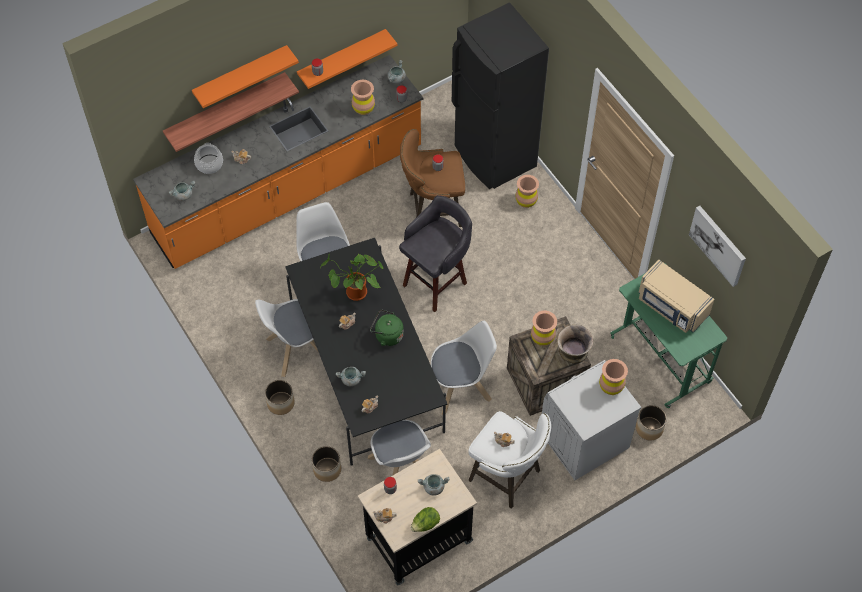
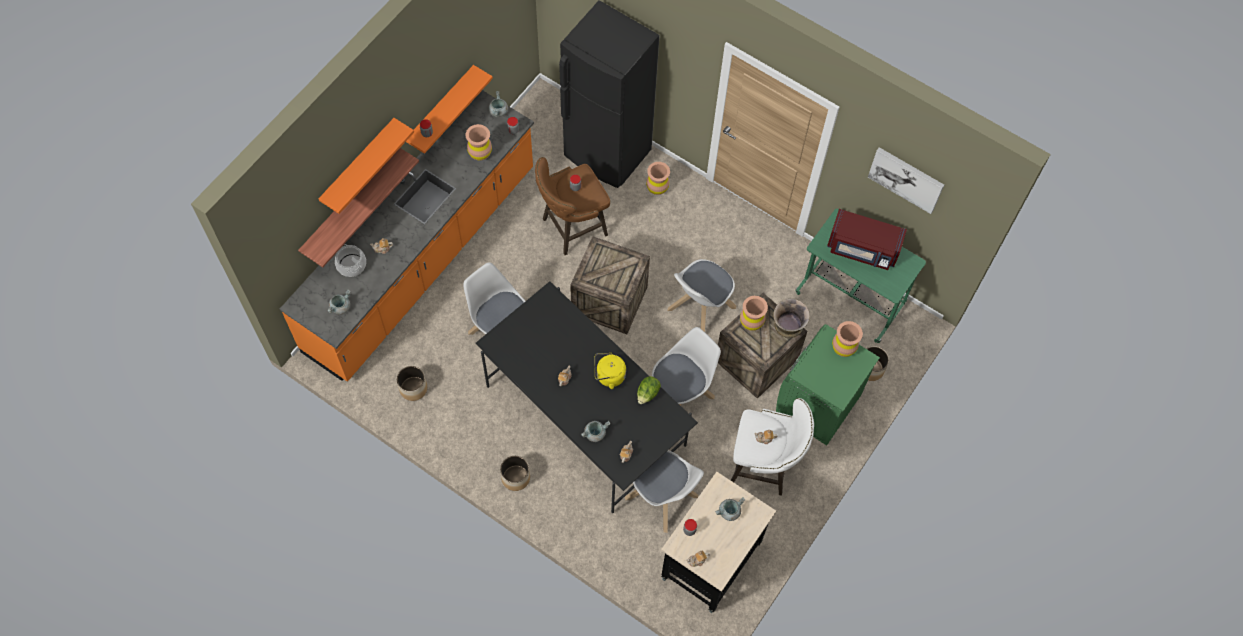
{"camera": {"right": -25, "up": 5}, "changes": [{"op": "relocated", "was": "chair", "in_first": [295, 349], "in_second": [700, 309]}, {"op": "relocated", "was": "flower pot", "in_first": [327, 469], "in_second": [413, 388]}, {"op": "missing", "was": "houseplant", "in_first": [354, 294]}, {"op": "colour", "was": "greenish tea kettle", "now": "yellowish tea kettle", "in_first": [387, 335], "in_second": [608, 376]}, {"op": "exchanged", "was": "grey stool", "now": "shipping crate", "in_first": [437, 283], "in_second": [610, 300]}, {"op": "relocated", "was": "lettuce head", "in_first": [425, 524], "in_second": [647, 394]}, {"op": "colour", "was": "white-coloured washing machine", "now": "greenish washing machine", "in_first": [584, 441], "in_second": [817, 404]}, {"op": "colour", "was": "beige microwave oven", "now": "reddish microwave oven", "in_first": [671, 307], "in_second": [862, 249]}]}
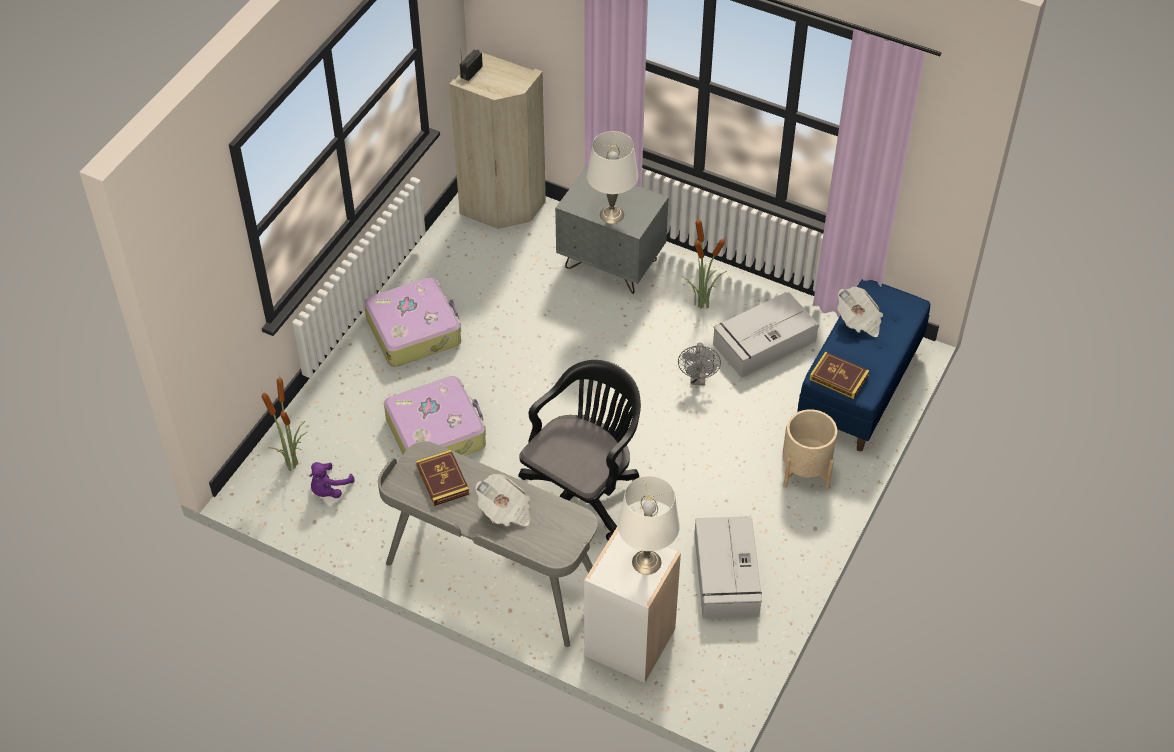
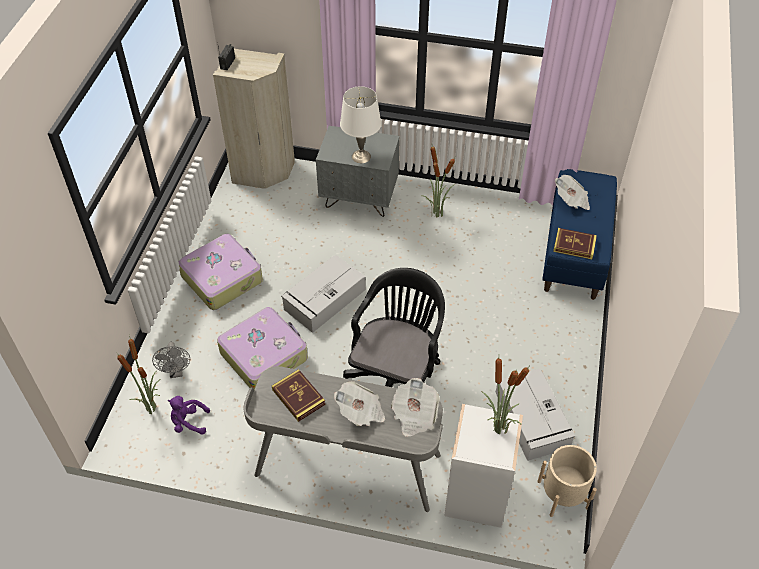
{"camera": {"right": -15, "up": 0}, "changes": [{"op": "spun", "was": "purplish soft toy", "in_first": [329, 489], "in_second": [188, 422], "clockwise": 75}, {"op": "exchanged", "was": "white-coloured table lamp", "now": "houseplant", "in_first": [647, 562], "in_second": [498, 430]}, {"op": "relocated", "was": "grey electric fan", "in_first": [698, 379], "in_second": [176, 372]}, {"op": "relocated", "was": "grey storage box", "in_first": [763, 343], "in_second": [324, 300]}, {"op": "relocated", "was": "beige flower pot", "in_first": [805, 470], "in_second": [563, 494]}, {"op": "appeared", "now": "printed paper", "in_second": [414, 415]}]}
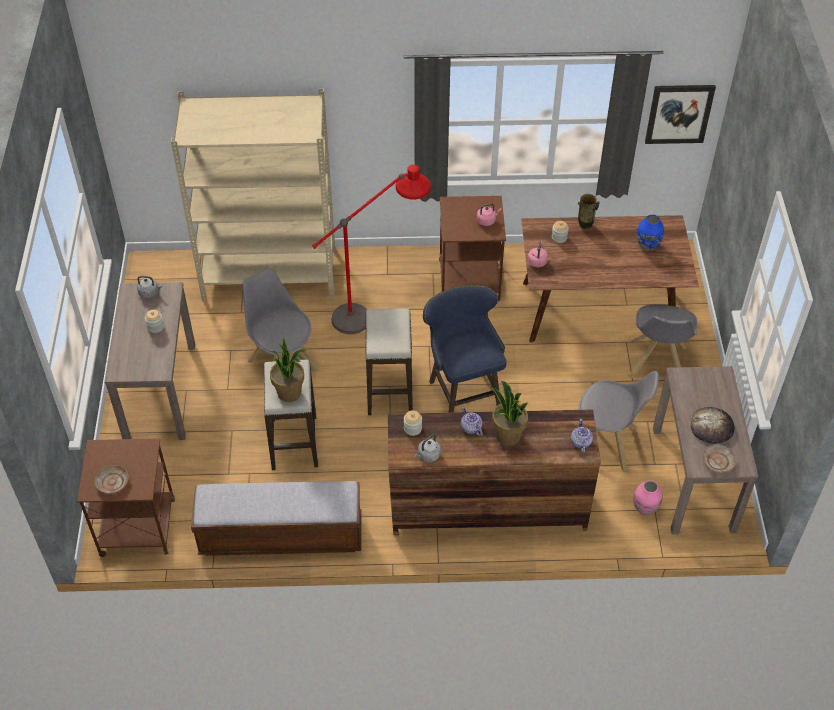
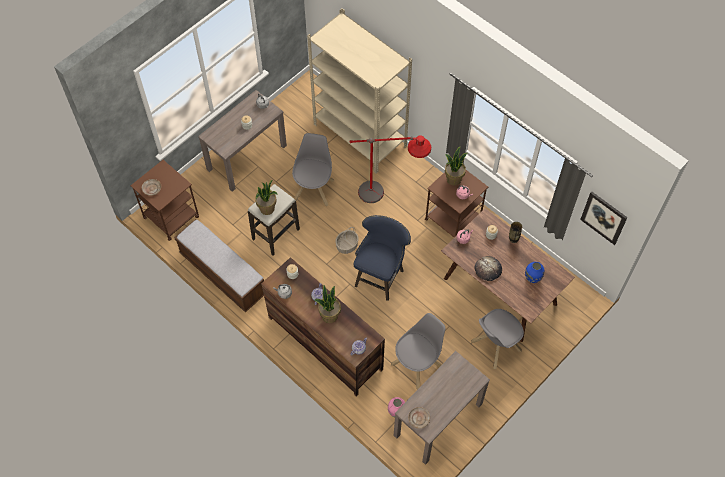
{"camera": {"right": 45, "up": 10}, "changes": [{"op": "exchanged", "was": "stool", "now": "storage basket", "in_first": [389, 390], "in_second": [347, 245]}, {"op": "spun", "was": "grey chair", "in_first": [607, 444], "in_second": [417, 364], "clockwise": -105}, {"op": "relocated", "was": "baked bread", "in_first": [712, 427], "in_second": [488, 269]}, {"op": "appeared", "now": "houseplant", "in_second": [453, 179]}]}
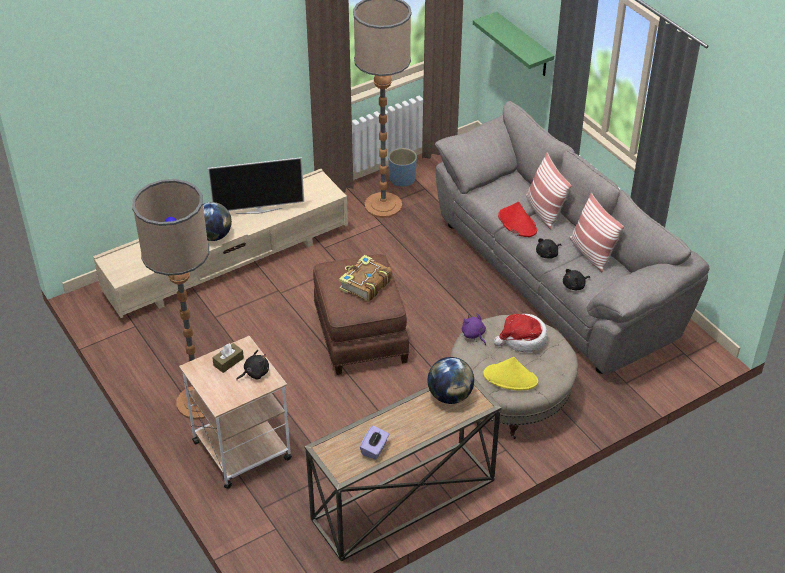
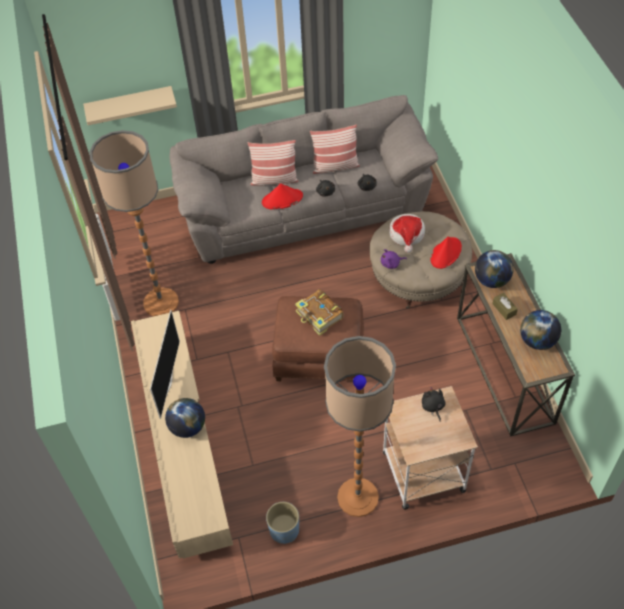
{"camera": {"right": -70, "up": 10}, "changes": [{"op": "relocated", "was": "brown-coloured tissue box", "in_first": [228, 362], "in_second": [504, 309]}, {"op": "exchanged", "was": "purplish tissue box", "now": "desk globe", "in_first": [374, 449], "in_second": [537, 341]}, {"op": "relocated", "was": "blue-coloured flower pot", "in_first": [402, 179], "in_second": [284, 530]}, {"op": "colour", "was": "greenish wall shelf", "now": "beige wall shelf", "in_first": [524, 45], "in_second": [130, 105]}, {"op": "colour", "was": "yellowish hat", "now": "reddish hat", "in_first": [510, 378], "in_second": [446, 253]}]}
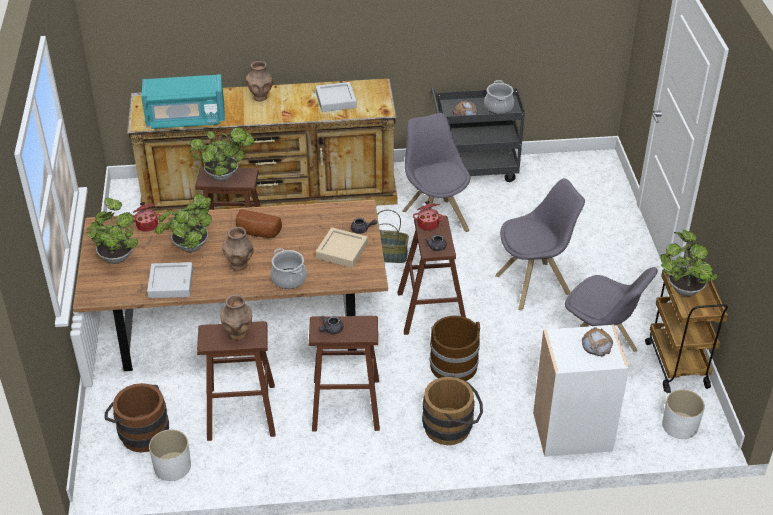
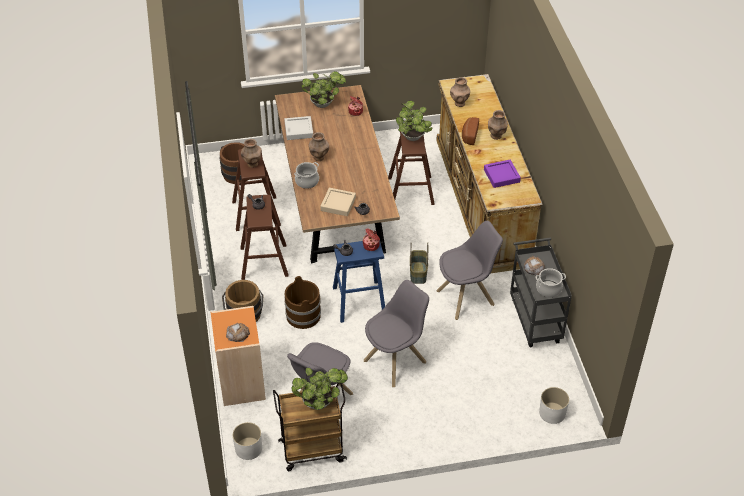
{"camera": {"right": 85, "up": 5}, "changes": [{"op": "exchanged", "was": "turquoise-coloured microwave oven", "now": "brown-coloured flower vase", "in_first": [185, 119], "in_second": [459, 103]}, {"op": "relocated", "was": "white-coloured flower pot", "in_first": [172, 466], "in_second": [552, 413]}, {"op": "missing", "was": "houseplant", "in_first": [189, 248]}, {"op": "relocated", "was": "baked bread", "in_first": [257, 233], "in_second": [469, 135]}, {"op": "colour", "was": "grey carrying tray", "now": "purplish carrying tray", "in_first": [336, 100], "in_second": [501, 176]}, {"op": "colour", "was": "brown-coloured stool", "now": "blue-coloured stool", "in_first": [432, 311], "in_second": [359, 301]}, {"op": "spun", "was": "grey chair", "in_first": [533, 285], "in_second": [395, 361], "clockwise": -105}, {"op": "colour", "was": "white-coloured bookshelf", "now": "orange-coloured bookshelf", "in_first": [571, 432], "in_second": [241, 382]}]}
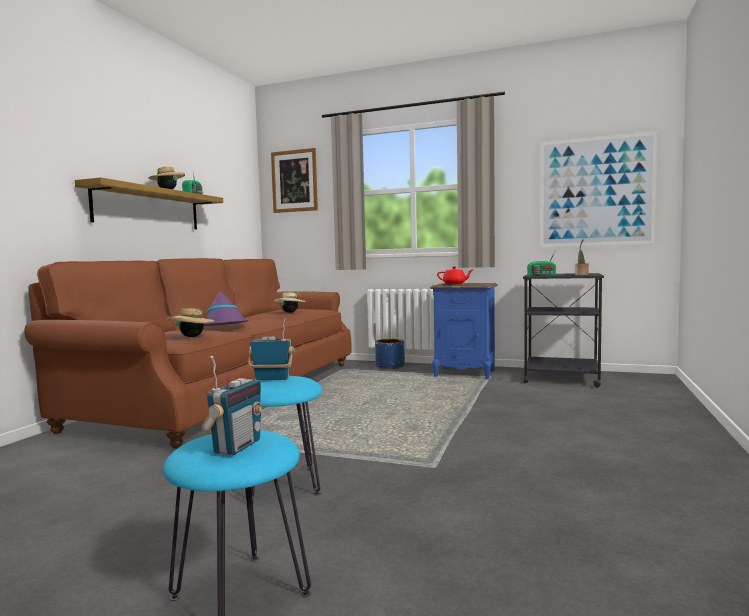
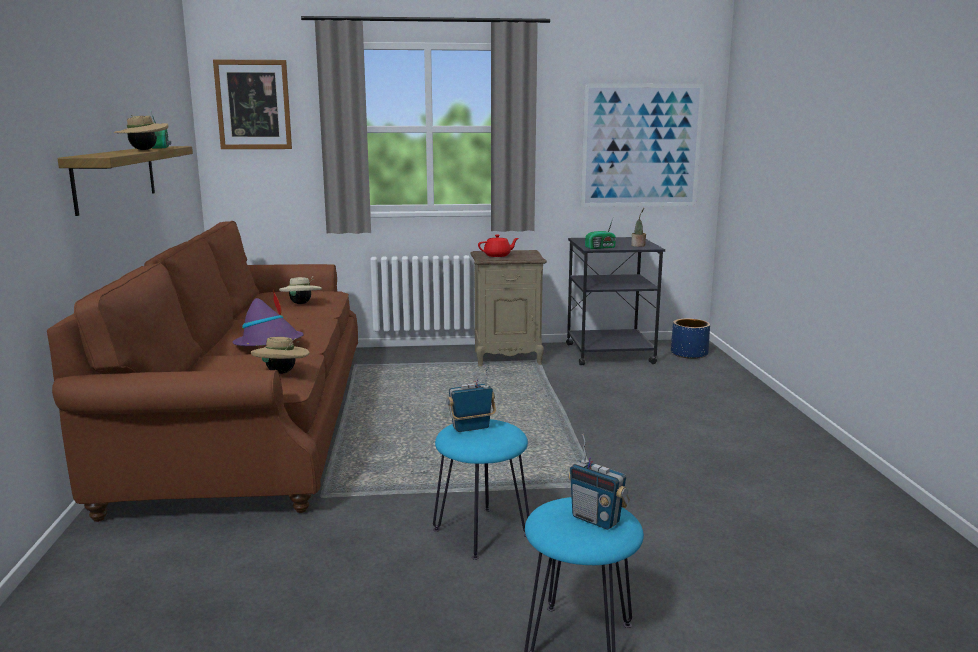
{"camera": {"right": -25, "up": 10}, "changes": [{"op": "spun", "was": "radio receiver", "in_first": [236, 446], "in_second": [596, 519], "clockwise": 135}, {"op": "relocated", "was": "blue-coloured flower pot", "in_first": [389, 366], "in_second": [688, 354]}, {"op": "colour", "was": "blue-coloured night table", "now": "beige night table", "in_first": [465, 374], "in_second": [507, 358]}]}
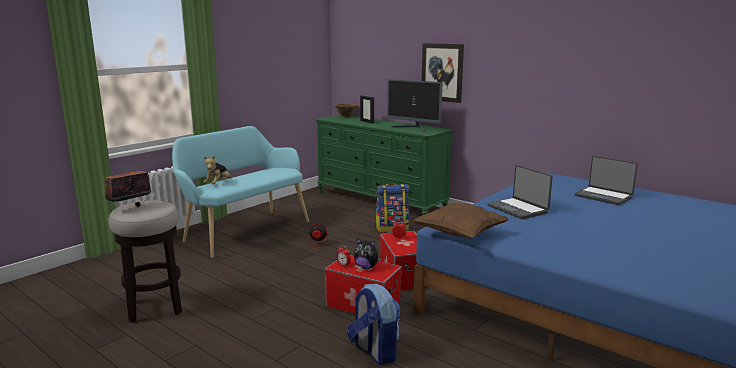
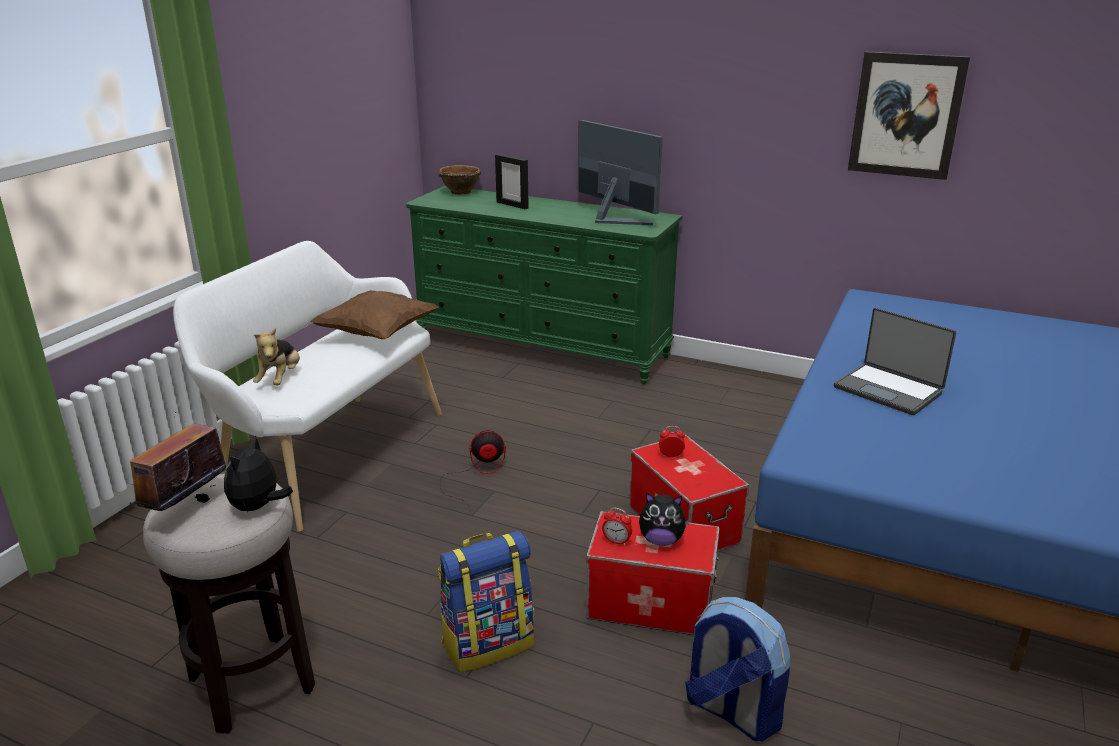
{"camera": {"right": -15, "up": 10}, "changes": [{"op": "colour", "was": "turquoise-coloured indoor bench", "now": "white-coloured indoor bench", "in_first": [243, 231], "in_second": [326, 453]}, {"op": "relocated", "was": "rucksack", "in_first": [392, 228], "in_second": [488, 643]}, {"op": "spun", "was": "computer screen", "in_first": [414, 128], "in_second": [613, 218], "clockwise": -150}, {"op": "relocated", "was": "brown-coloured throw pillow", "in_first": [460, 235], "in_second": [377, 333]}, {"op": "relocated", "was": "wall art", "in_first": [442, 72], "in_second": [906, 115]}, {"op": "missing", "was": "laptop", "in_first": [604, 196]}, {"op": "appeared", "now": "soft toy", "in_second": [258, 507]}]}
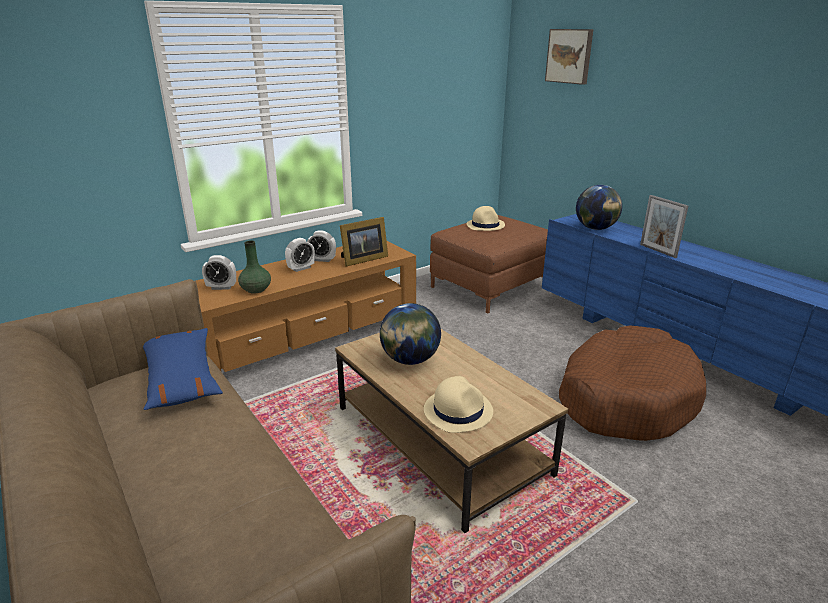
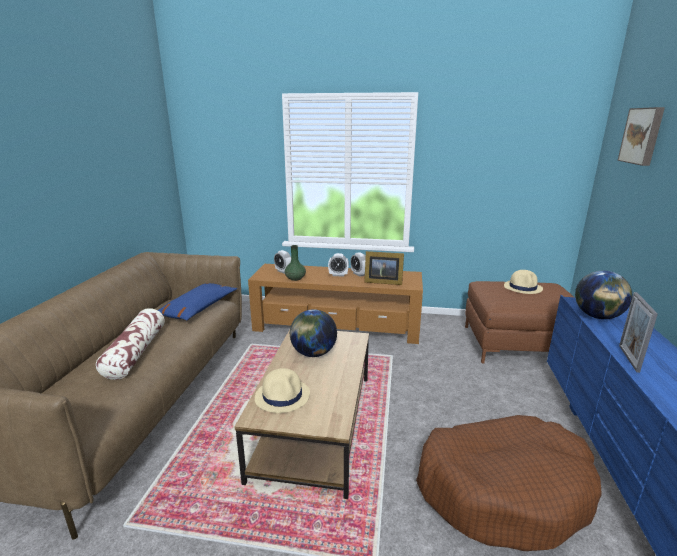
{"camera": {"right": 45, "up": -5}, "changes": [{"op": "appeared", "now": "throw pillow", "in_second": [136, 352]}]}
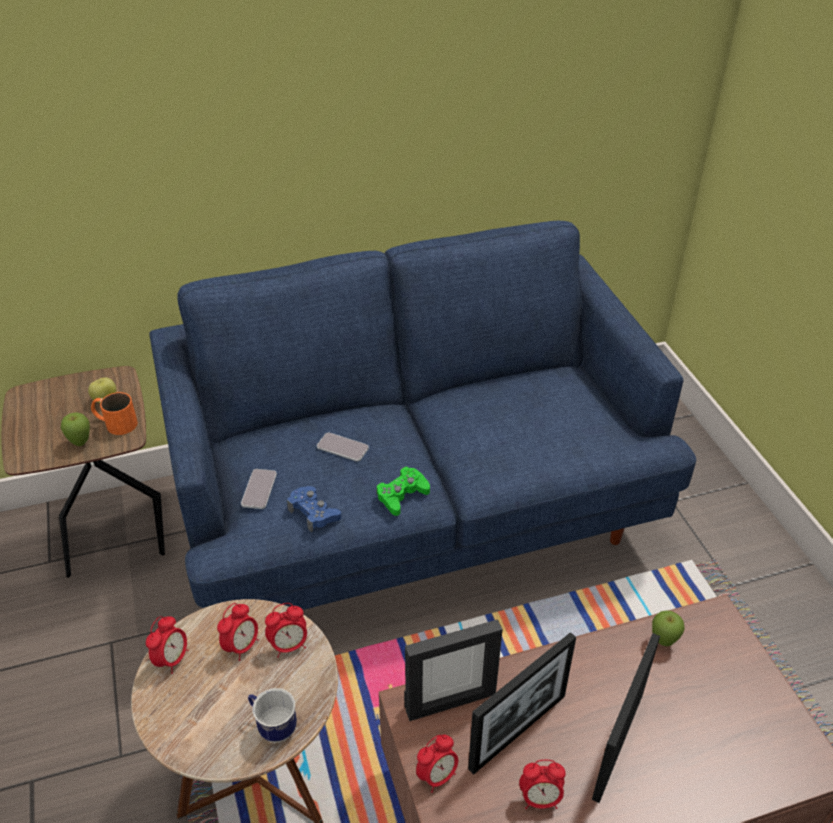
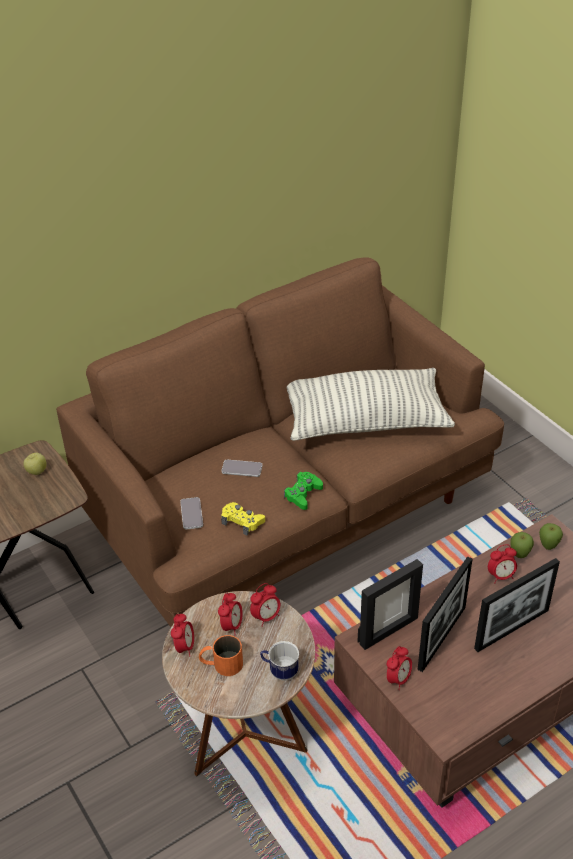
{"camera": {"right": -15, "up": 0}, "changes": [{"op": "relocated", "was": "whole apple", "in_first": [81, 443], "in_second": [548, 547]}, {"op": "relocated", "was": "orange-coloured mug", "in_first": [115, 423], "in_second": [221, 664]}, {"op": "colour", "was": "blue-coloured settee", "now": "brown-coloured settee", "in_first": [413, 517], "in_second": [286, 518]}, {"op": "colour", "was": "blue-coloured game controller", "now": "yellowish game controller", "in_first": [314, 513], "in_second": [242, 521]}, {"op": "relocated", "was": "table clock", "in_first": [540, 799], "in_second": [501, 576]}, {"op": "spun", "was": "photo frame", "in_first": [618, 745], "in_second": [511, 629], "clockwise": -135}, {"op": "appeared", "now": "throw pillow", "in_second": [365, 421]}]}
